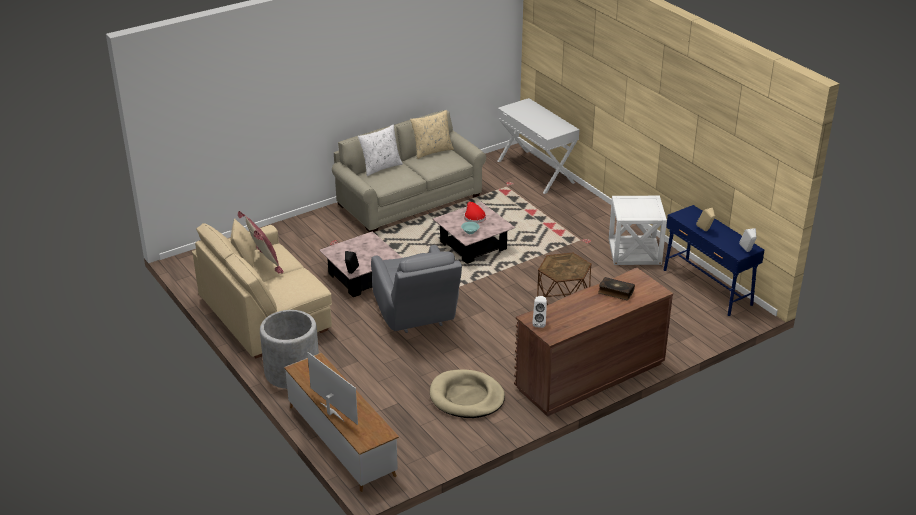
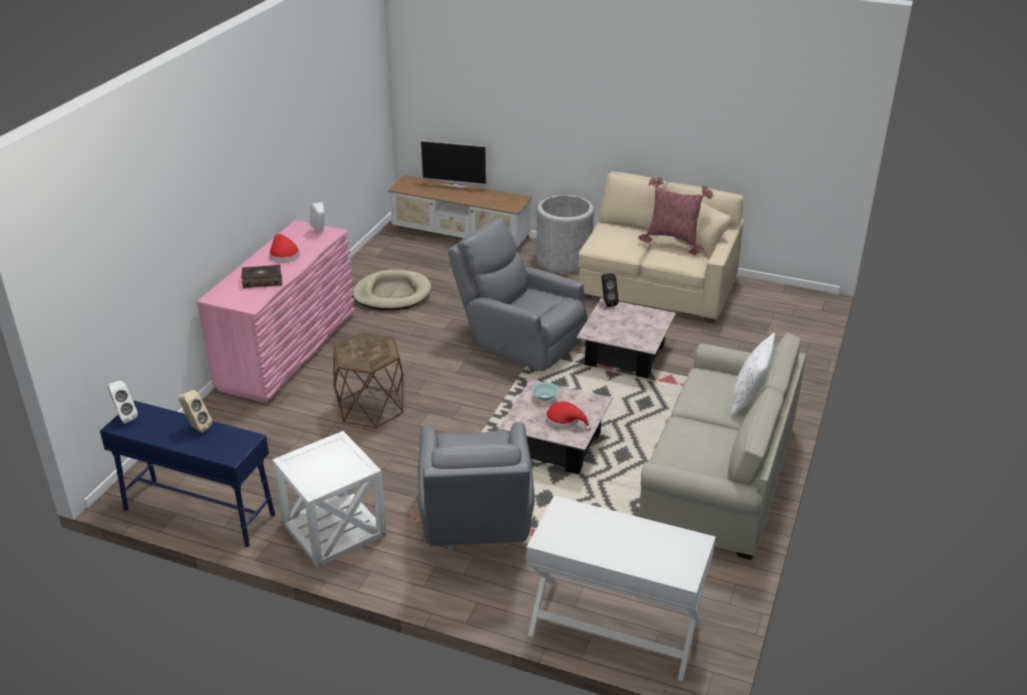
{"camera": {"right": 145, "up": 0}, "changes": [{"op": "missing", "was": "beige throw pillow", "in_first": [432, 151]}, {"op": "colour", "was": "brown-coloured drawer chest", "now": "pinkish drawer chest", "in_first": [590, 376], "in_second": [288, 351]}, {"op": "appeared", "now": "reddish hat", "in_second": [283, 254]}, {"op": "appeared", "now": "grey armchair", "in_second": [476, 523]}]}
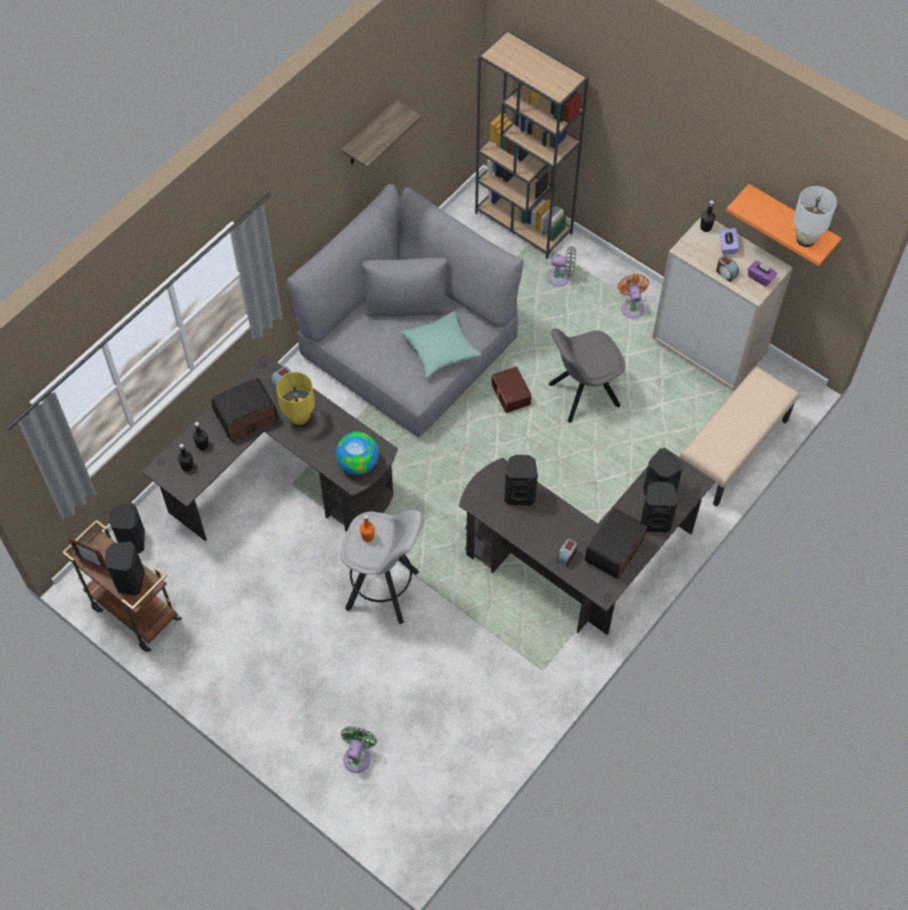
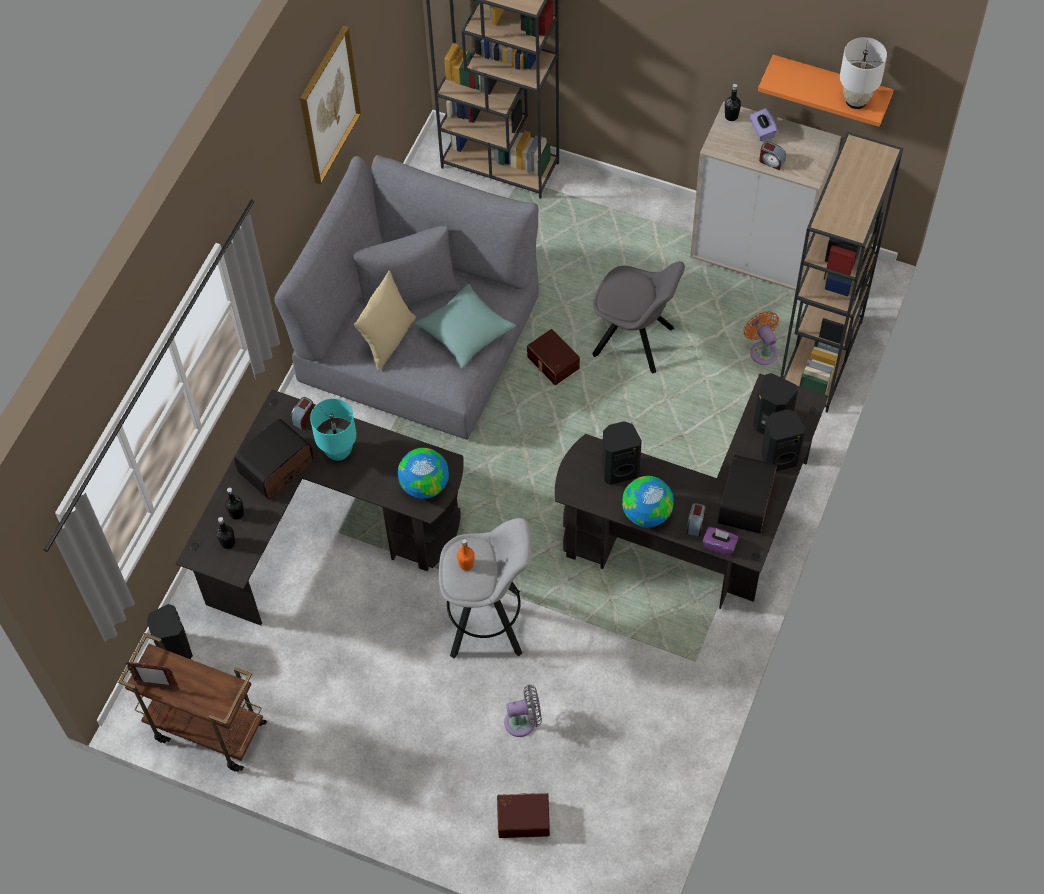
{"camera": {"right": -15, "up": 0}, "changes": [{"op": "missing", "was": "black-coloured loudspeaker", "in_first": [129, 581]}, {"op": "colour", "was": "yellowish table lamp", "now": "turquoise-coloured table lamp", "in_first": [299, 419], "in_second": [339, 453]}, {"op": "exchanged", "was": "wall shelf", "now": "wall art", "in_first": [369, 135], "in_second": [329, 105]}, {"op": "exchanged", "was": "greenish electric fan", "now": "brown-coloured storage box", "in_first": [358, 756], "in_second": [523, 818]}, {"op": "relocated", "was": "grey electric fan", "in_first": [561, 277], "in_second": [523, 721]}, {"op": "spun", "was": "grey chair", "in_first": [583, 394], "in_second": [634, 341], "clockwise": -120}, {"op": "relocated", "was": "orange-coloured electric fan", "in_first": [632, 307], "in_second": [762, 350]}, {"op": "exchanged", "was": "beige indoor bench", "now": "bookshelf", "in_first": [733, 451], "in_second": [820, 359]}, {"op": "relocated", "was": "purplish tissue box", "in_first": [760, 277], "in_second": [719, 545]}, {"op": "appeared", "now": "beige throw pillow", "in_second": [388, 340]}, {"op": "appeared", "now": "desk globe", "in_second": [646, 513]}]}
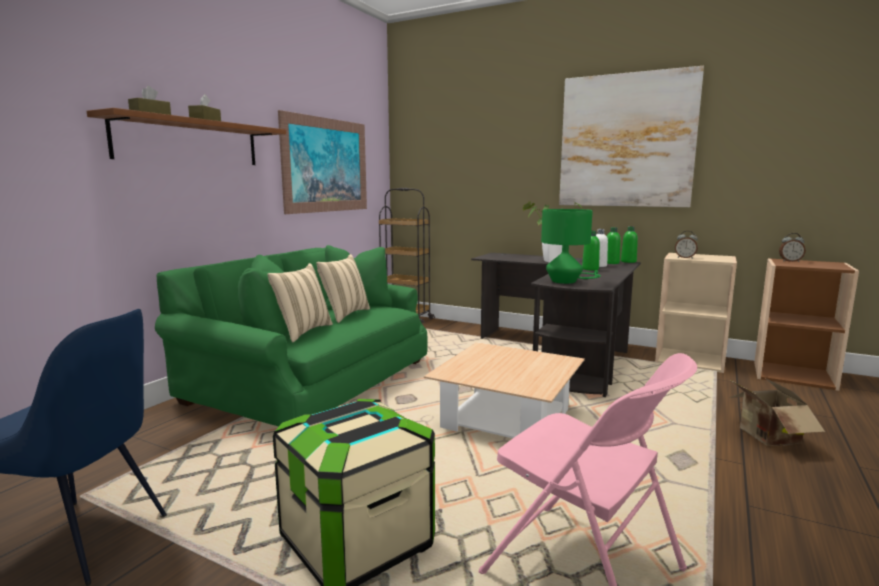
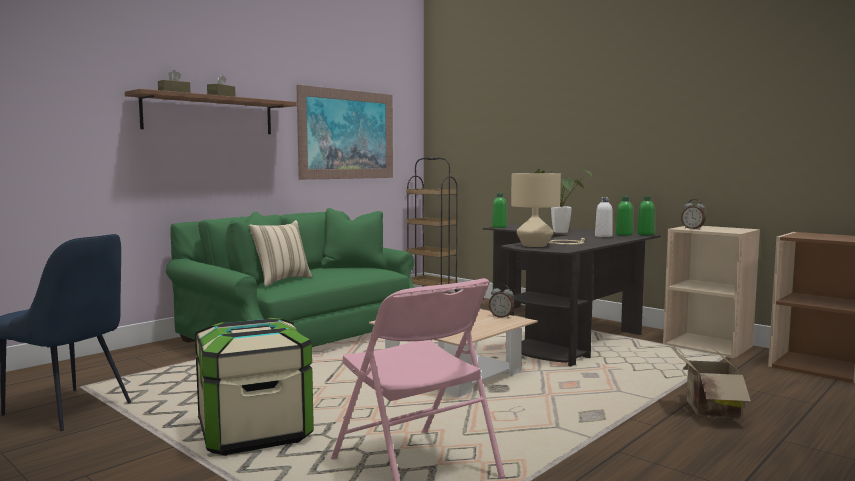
{"camera": {"right": 15, "up": -5}, "changes": [{"op": "missing", "was": "beige throw pillow", "in_first": [344, 314]}, {"op": "colour", "was": "greenish table lamp", "now": "beige table lamp", "in_first": [571, 279], "in_second": [547, 244]}, {"op": "missing", "was": "wall art", "in_first": [626, 141]}, {"op": "relocated", "was": "greenish drink bottle", "in_first": [590, 269], "in_second": [499, 227]}, {"op": "relocated", "was": "table clock", "in_first": [790, 261], "in_second": [501, 317]}]}
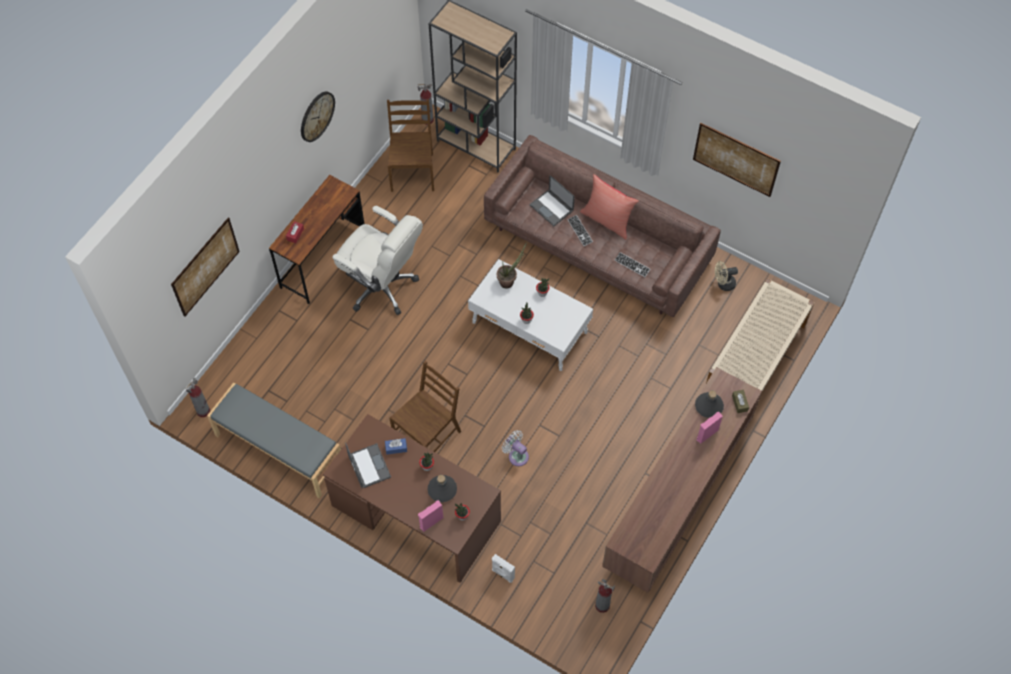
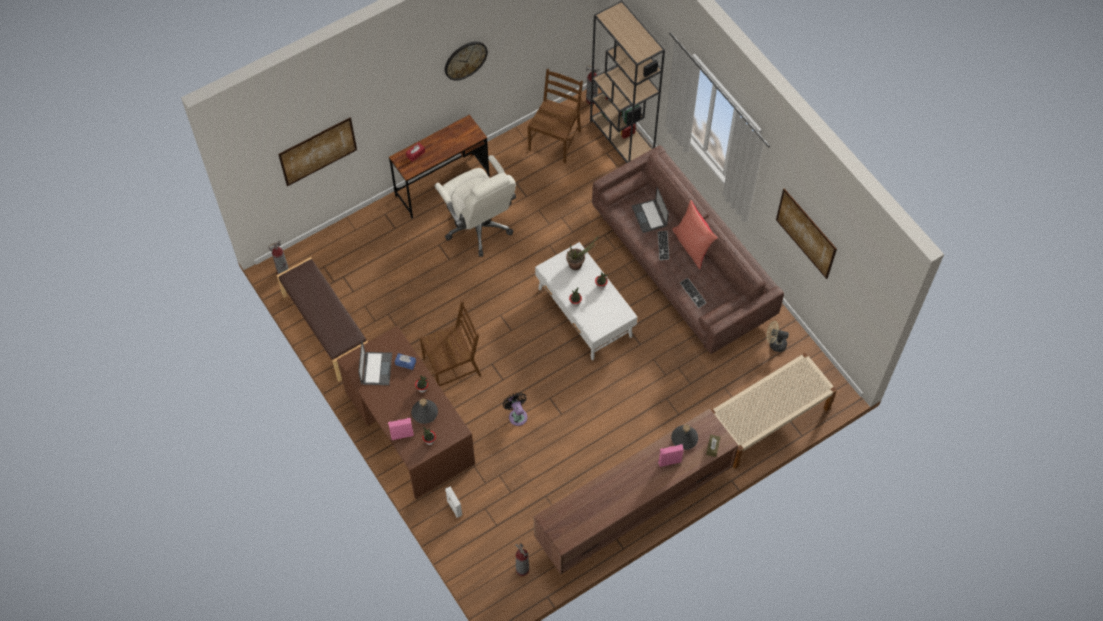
{"camera": {"right": 25, "up": 0}, "changes": [{"op": "colour", "was": "grey indoor bench", "now": "brown-coloured indoor bench", "in_first": [279, 450], "in_second": [326, 329]}, {"op": "colour", "was": "white-coloured electric fan", "now": "black-coloured electric fan", "in_first": [516, 455], "in_second": [517, 415]}]}
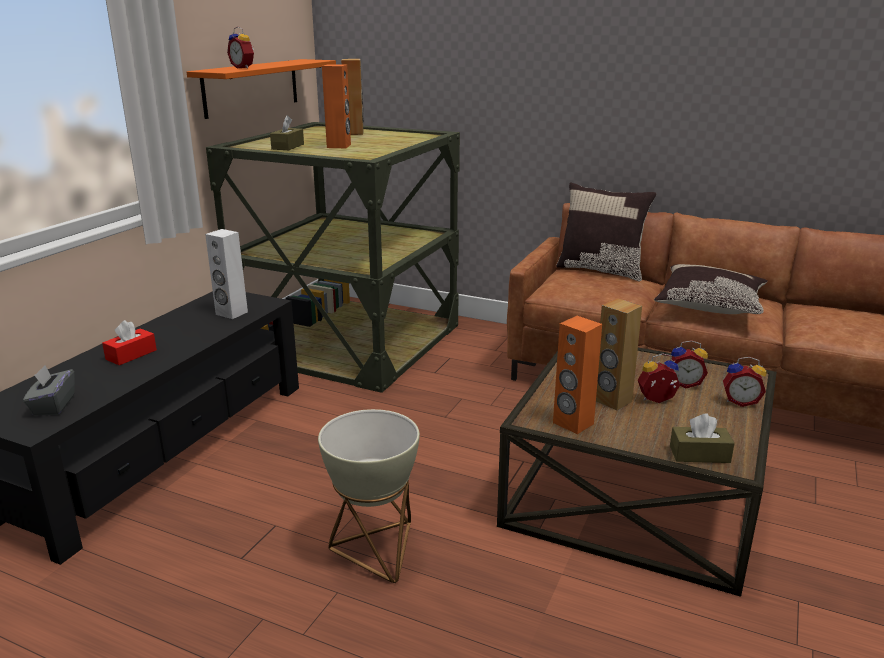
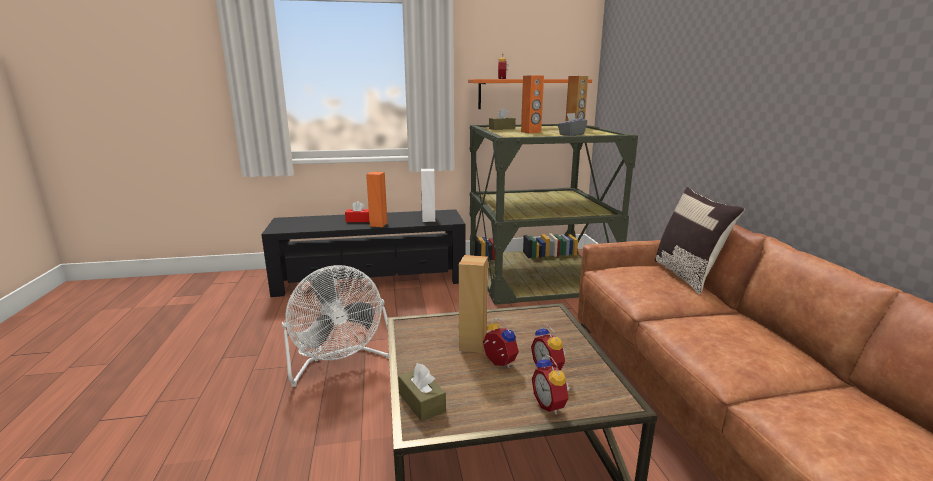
{"camera": {"right": 55, "up": -5}, "changes": [{"op": "relocated", "was": "grey tissue box", "in_first": [53, 405], "in_second": [571, 135]}, {"op": "exchanged", "was": "flower pot", "now": "white-coloured electric fan", "in_first": [374, 549], "in_second": [334, 362]}, {"op": "relocated", "was": "orange-coloured loudspeaker", "in_first": [572, 423], "in_second": [378, 224]}, {"op": "missing", "was": "throw pillow", "in_first": [710, 306]}]}
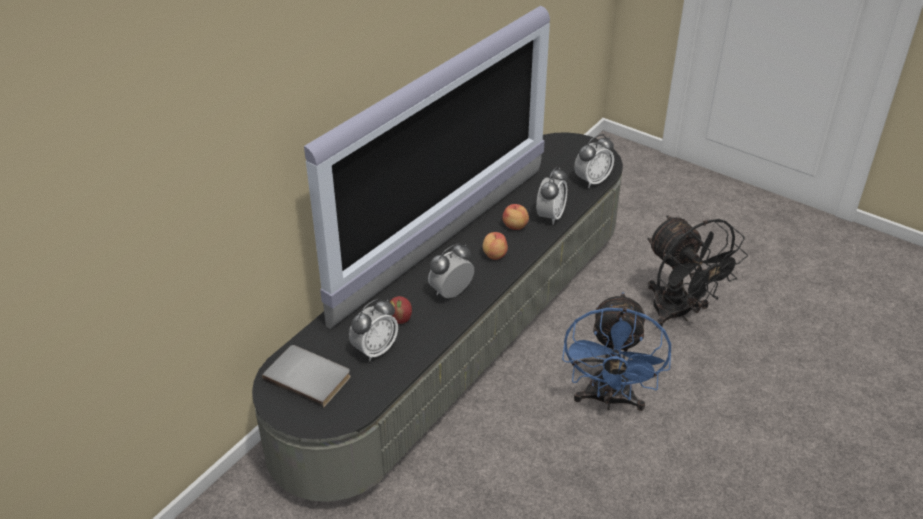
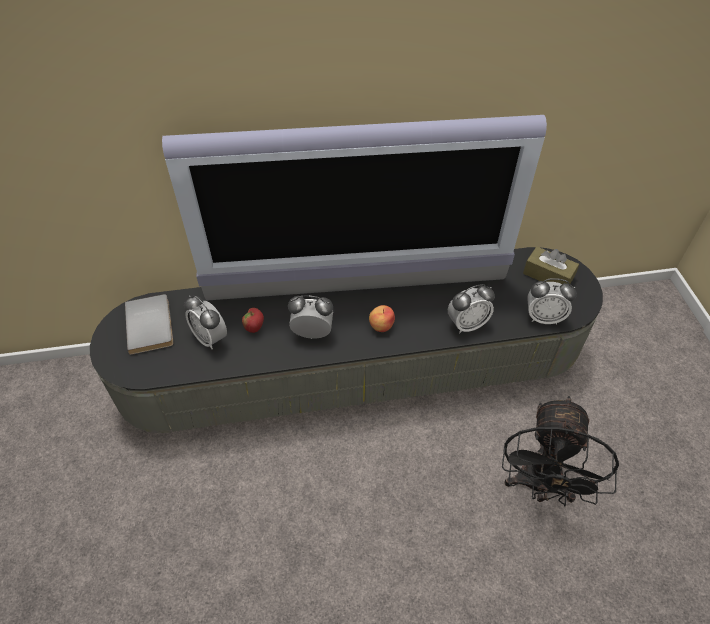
{"camera": {"right": 45, "up": 10}, "changes": [{"op": "spun", "was": "table clock", "in_first": [375, 350], "in_second": [210, 338], "clockwise": 45}, {"op": "missing", "was": "whole apple", "in_first": [515, 226]}, {"op": "missing", "was": "blue-coloured electric fan", "in_first": [609, 400]}, {"op": "appeared", "now": "brown-coloured tissue box", "in_second": [548, 275]}]}
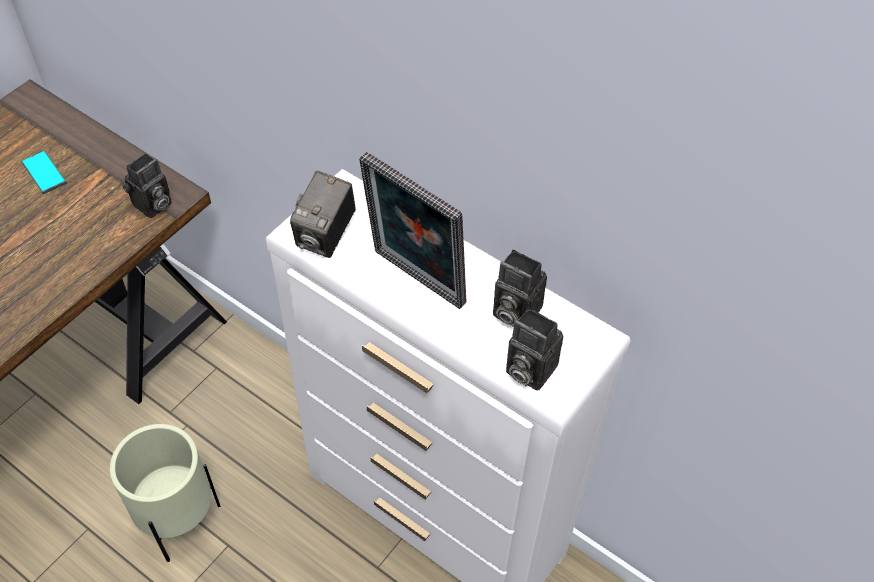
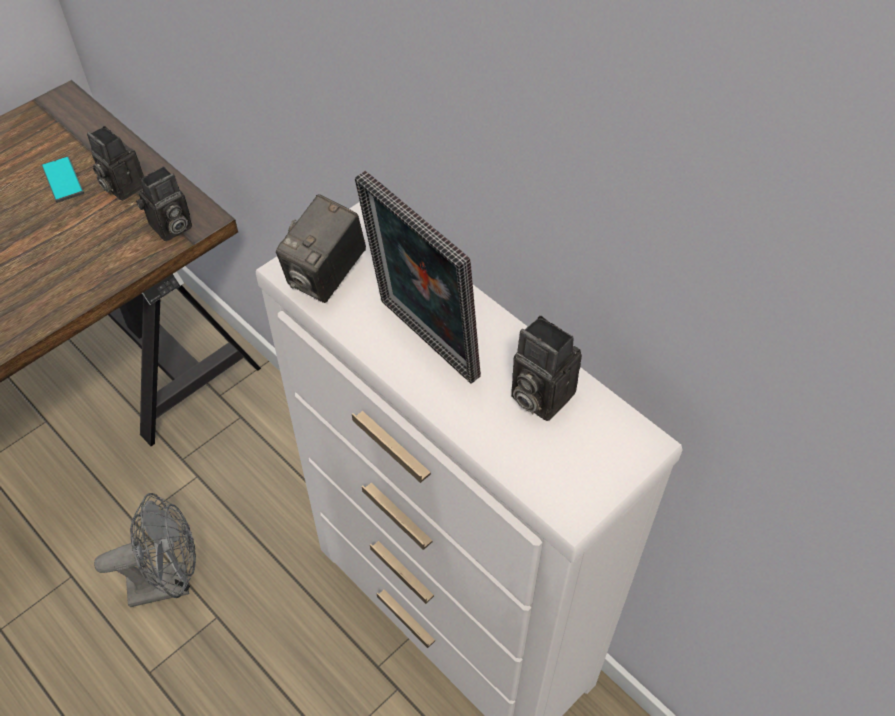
{"camera": {"right": 10, "up": 0}, "changes": [{"op": "exchanged", "was": "beige flower pot", "now": "grey electric fan", "in_first": [179, 521], "in_second": [169, 582]}, {"op": "relocated", "was": "still camera", "in_first": [527, 369], "in_second": [121, 186]}]}
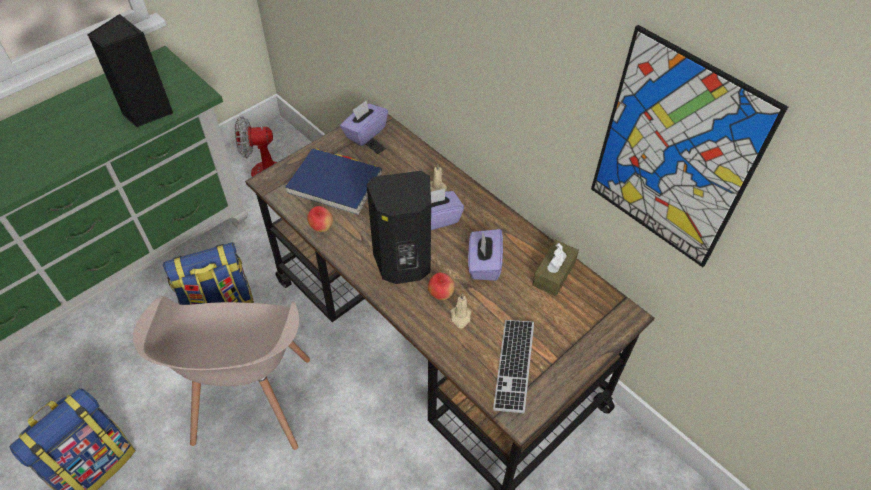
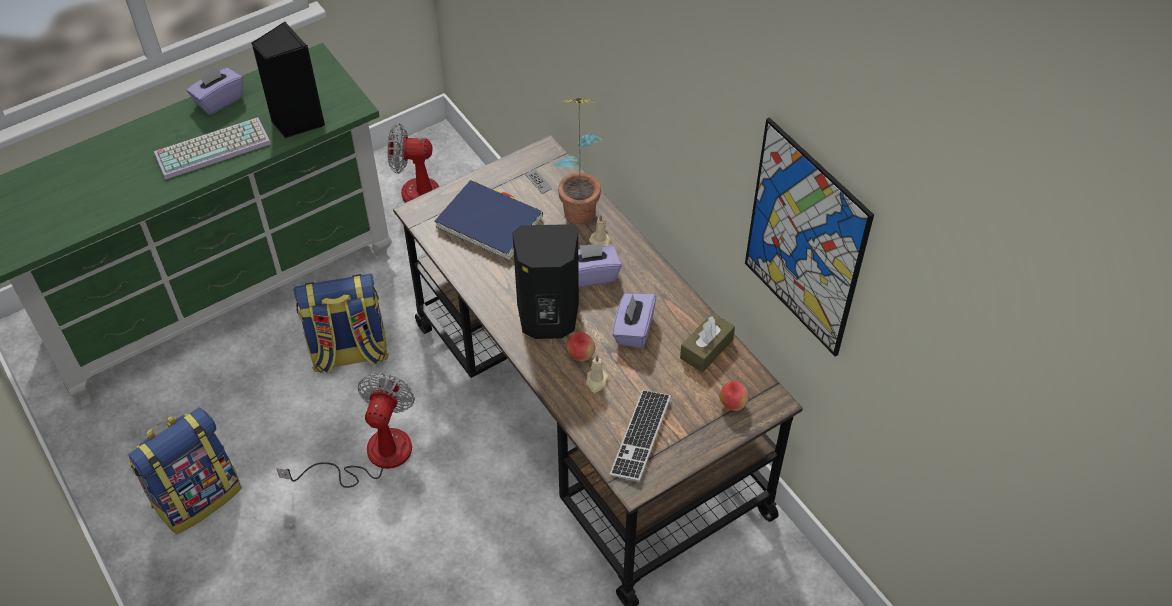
{"camera": {"right": 10, "up": 0}, "changes": [{"op": "exchanged", "was": "beige chair", "now": "electric fan", "in_first": [253, 402], "in_second": [372, 456]}, {"op": "relocated", "was": "whole apple", "in_first": [321, 227], "in_second": [732, 404]}, {"op": "relocated", "was": "purplish tissue box", "in_first": [365, 133], "in_second": [219, 100]}, {"op": "appeared", "now": "PC keyboard", "in_second": [213, 147]}, {"op": "appeared", "now": "houseplant", "in_second": [580, 205]}]}
